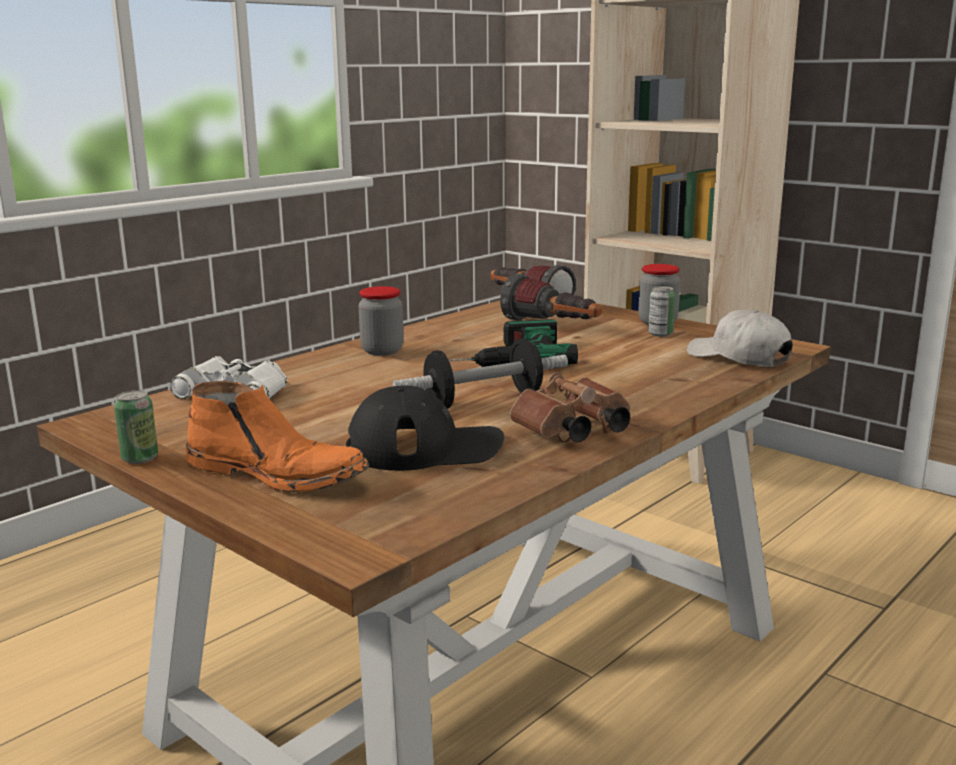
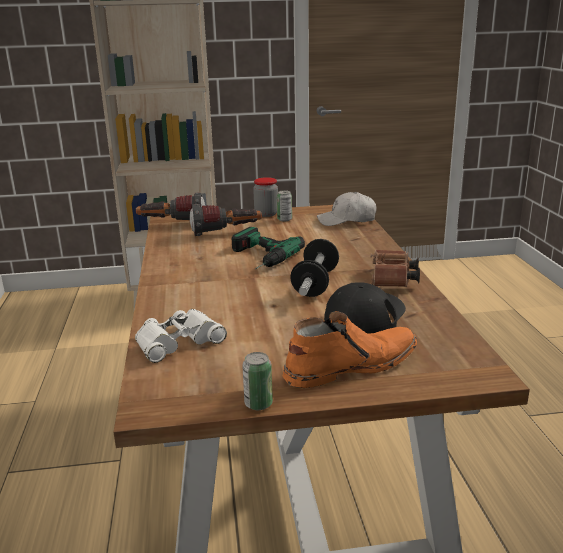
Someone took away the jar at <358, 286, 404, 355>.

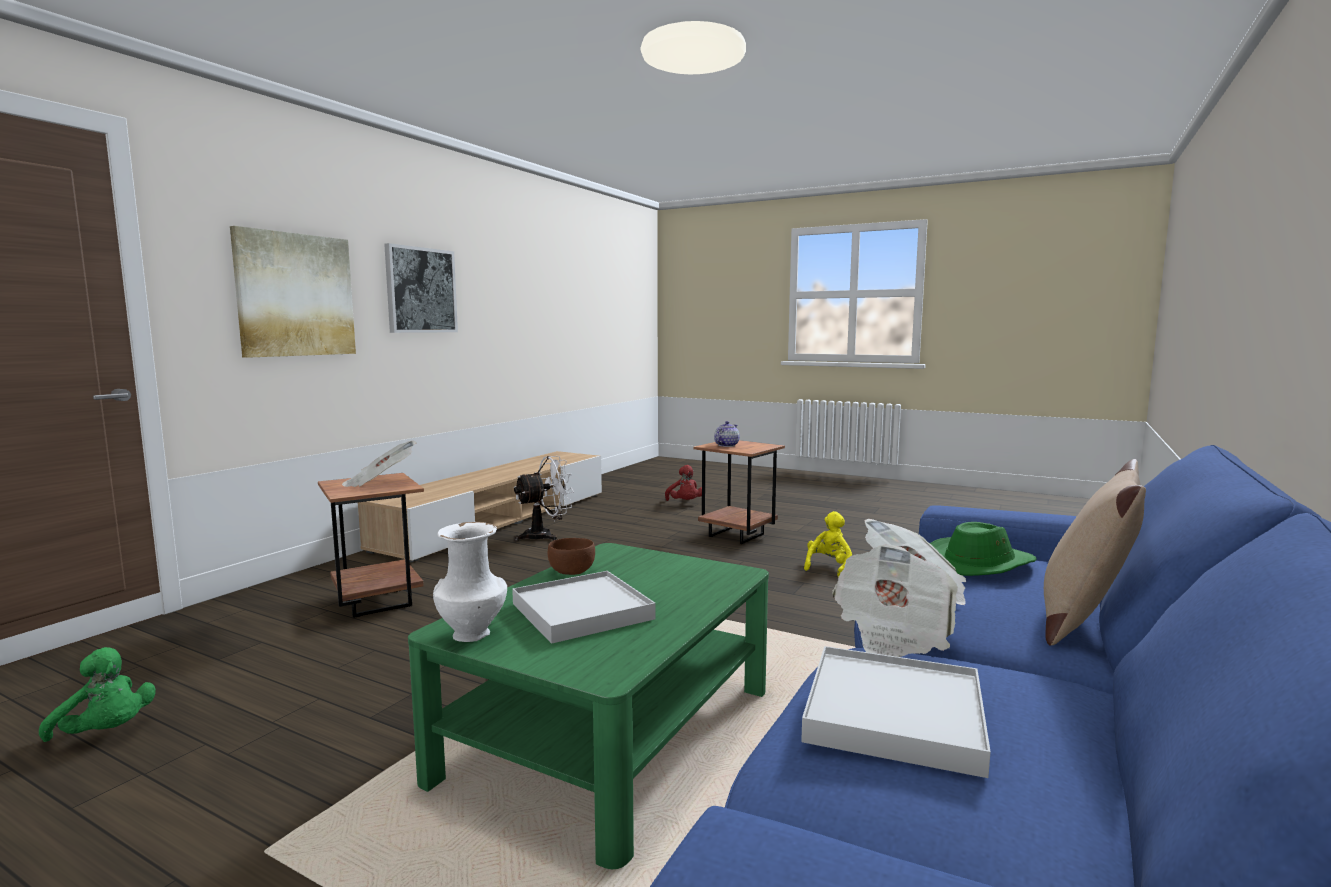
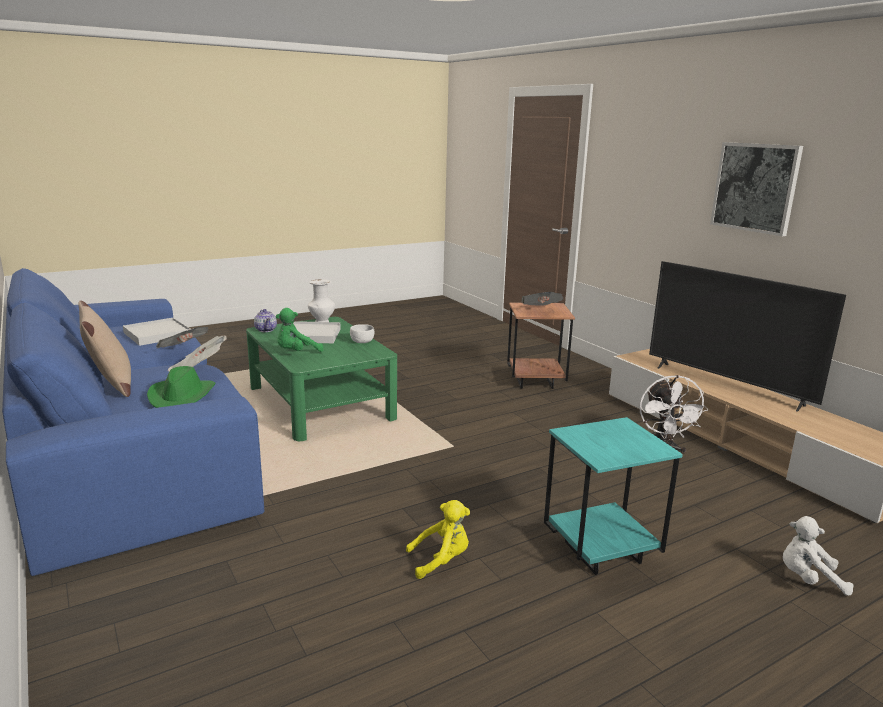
Someone carried the teapot from <714, 421, 740, 447> to <254, 309, 277, 332>.
Someone carried the plush toy (green) from <39, 647, 156, 742> to <276, 308, 324, 352>.
Someone repainted the bowl (brown) at <548, 538, 595, 575>, which became the bowl (white) at <350, 324, 375, 343>.
Someone rotated the plush toy (yellow) at <804, 511, 852, 577> by 75 degrees counterclockwise.
Someone repainted the side table (brown) at <693, 440, 785, 544>, which became the side table (turquoise) at <544, 417, 683, 575>.
Someone put down the television at <649, 261, 846, 412>.
Someone repainted the plush toy (red) at <665, 465, 702, 501>, which became the plush toy (white) at <783, 516, 854, 596>.
Someone took away the picture at <230, 226, 356, 358>.

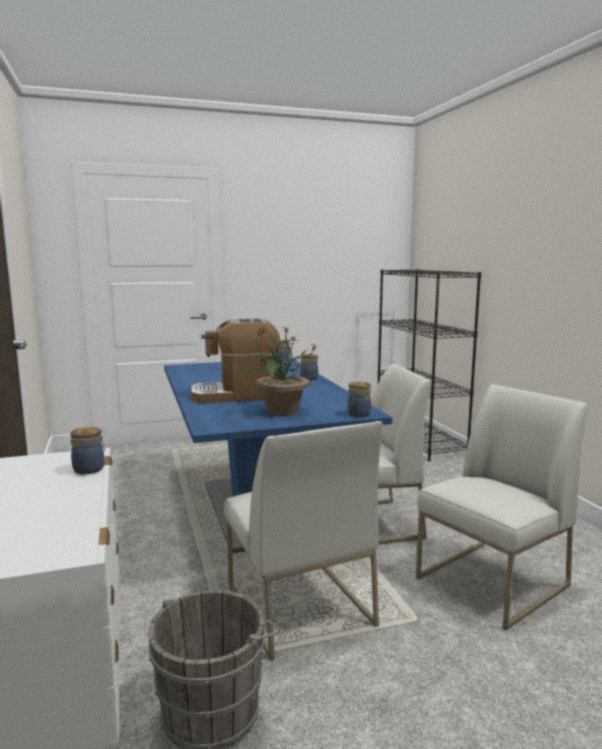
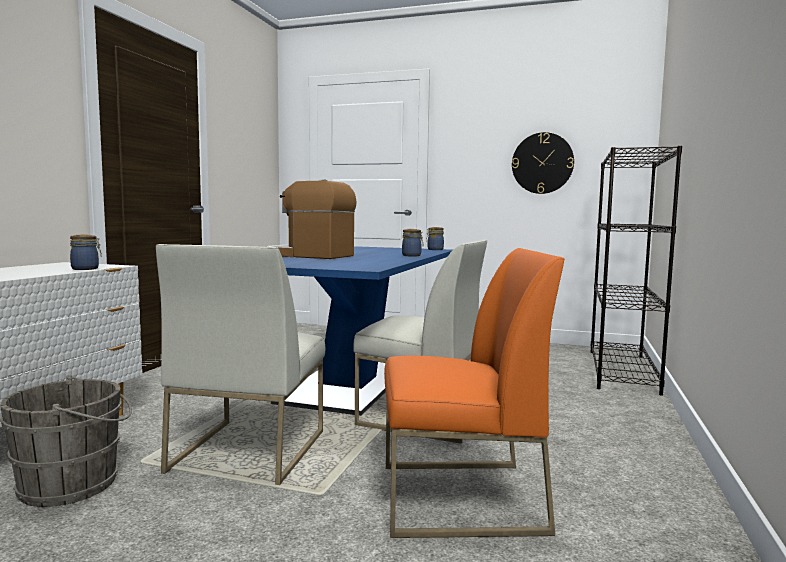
Someone repainted the chair (white) at <416, 384, 588, 630>, which became the chair (orange) at <384, 248, 565, 538>.
Someone put up the wall clock at <512, 132, 574, 194>.
Someone took away the potted plant at <243, 326, 318, 415>.
Someone took away the jar at <347, 382, 371, 417>.

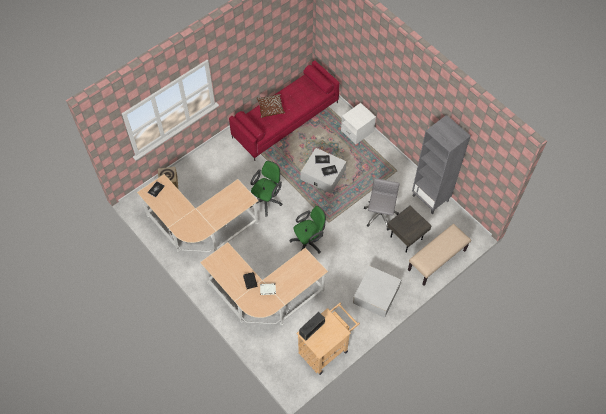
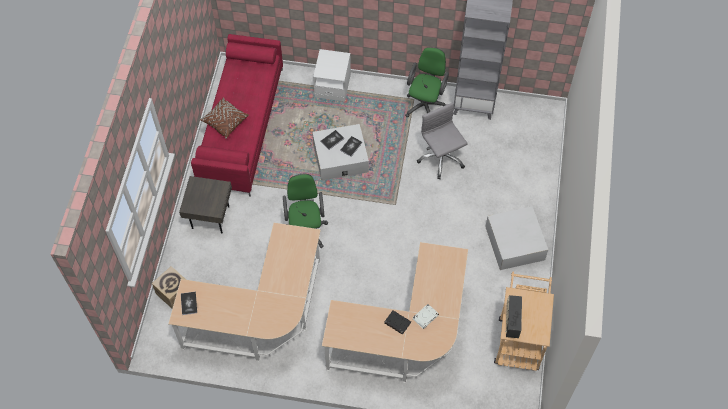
Someone carried the side table (grey) from <387, 206, 431, 253> to <179, 176, 232, 233>.
Someone carried the office chair (green) from <289, 206, 326, 254> to <405, 47, 449, 118>.
Someone took away the bench (beige) at <408, 224, 471, 286>.

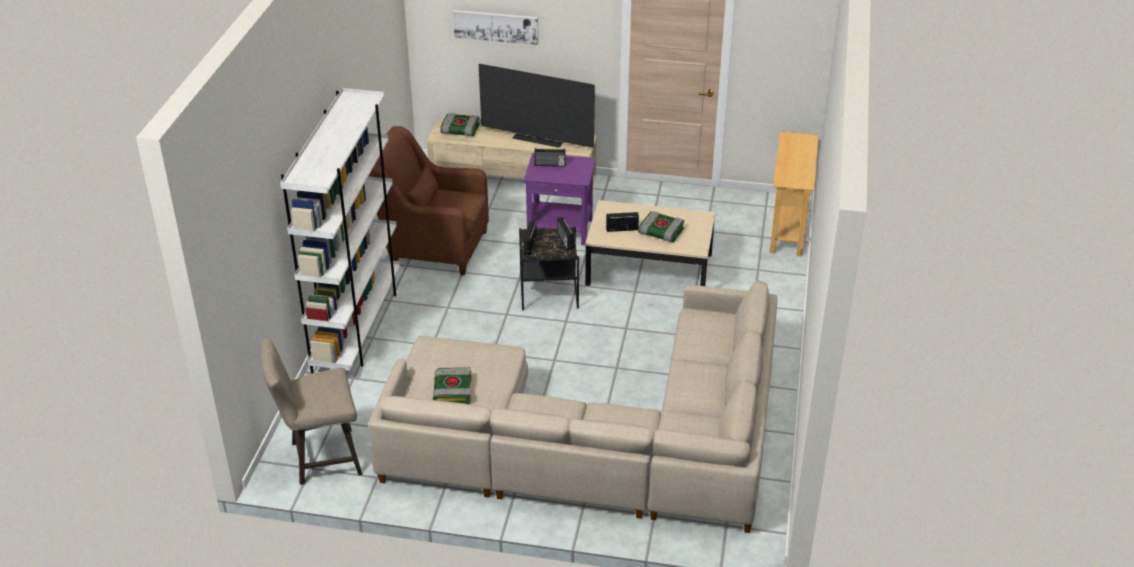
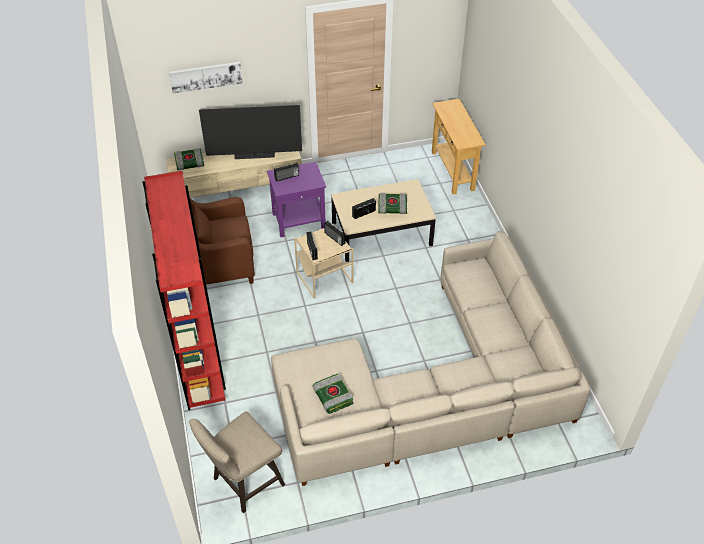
Someone repainted the bookcase (white) at <280, 88, 400, 373>, which became the bookcase (red) at <142, 171, 226, 410>.
Someone repainted the side table (black) at <519, 226, 579, 311>, which became the side table (beige) at <294, 224, 353, 299>.

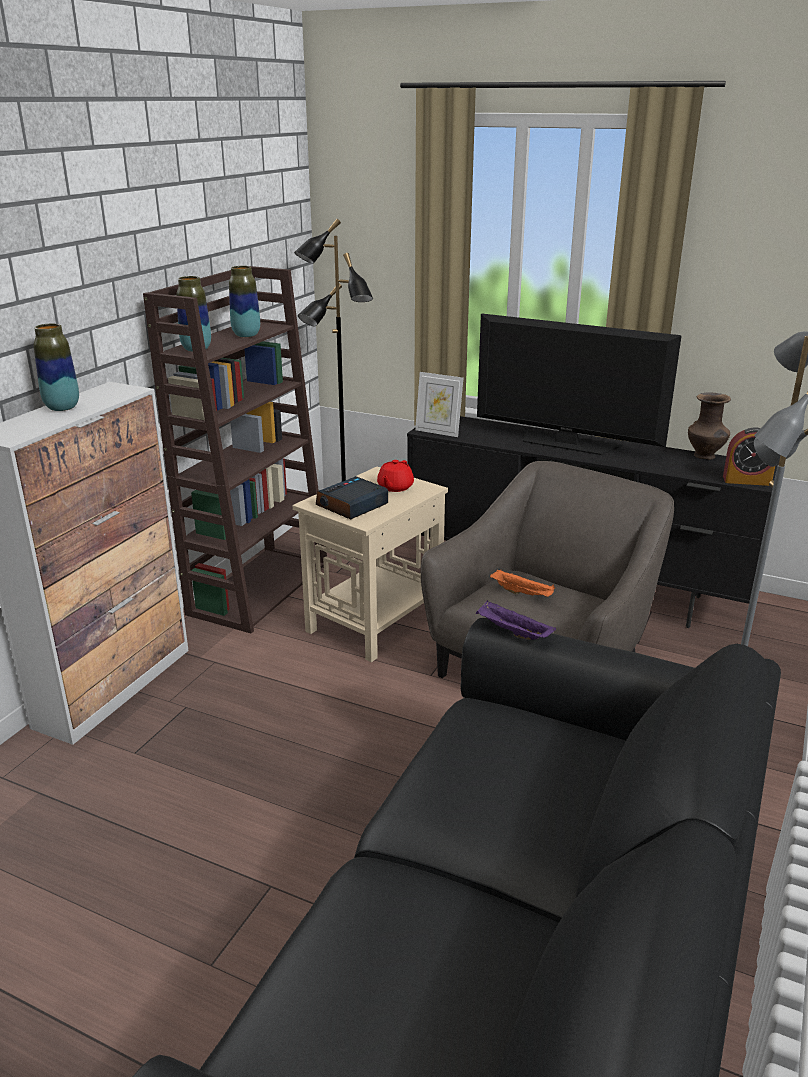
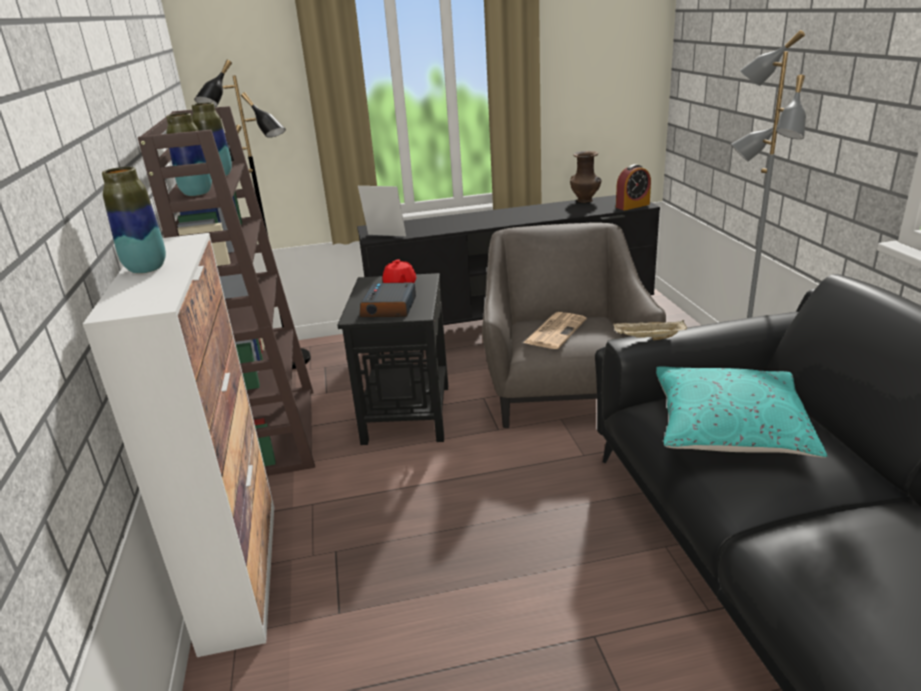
Someone repainted the side table (beige) at <293, 467, 448, 662>, which became the side table (black) at <337, 273, 448, 445>.
Someone rotated the picture frame at <415, 372, 463, 437> by 150 degrees counterclockwise.
Someone swapped the tray (orange) at <490, 570, 555, 597> for the newspaper at <523, 312, 587, 349>.
Someone repainted the tray (purple) at <476, 600, 556, 640>, which became the tray (beige) at <613, 320, 687, 340>.
Someone put down the pillow (turquoise) at <656, 367, 827, 458>.
Someone took away the television at <477, 314, 682, 455>.

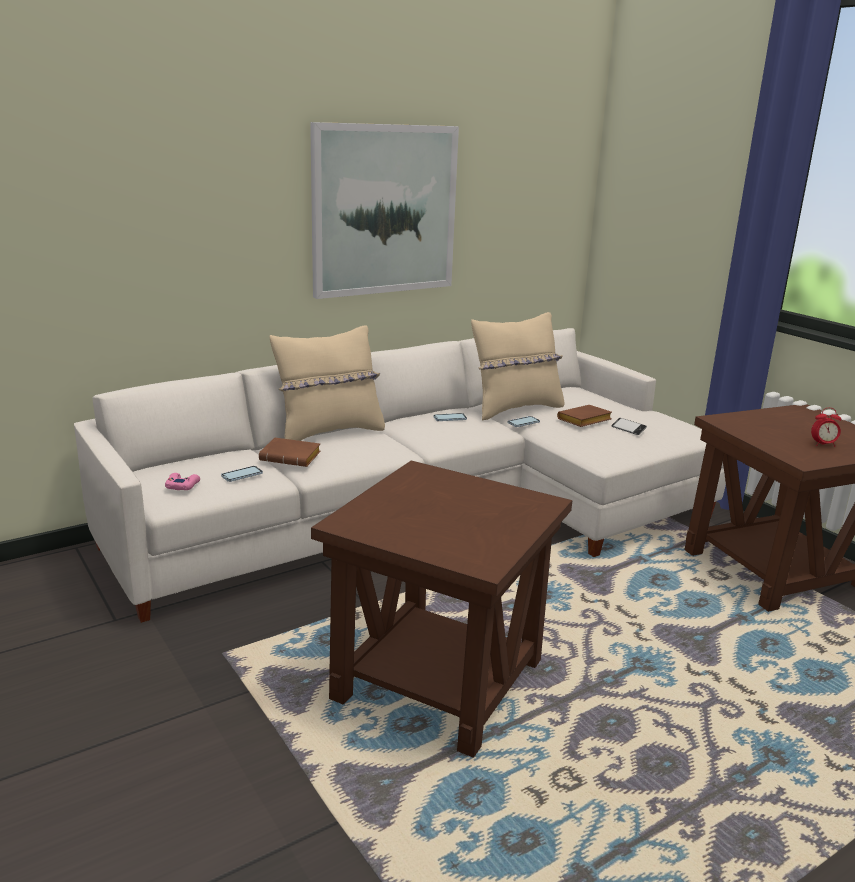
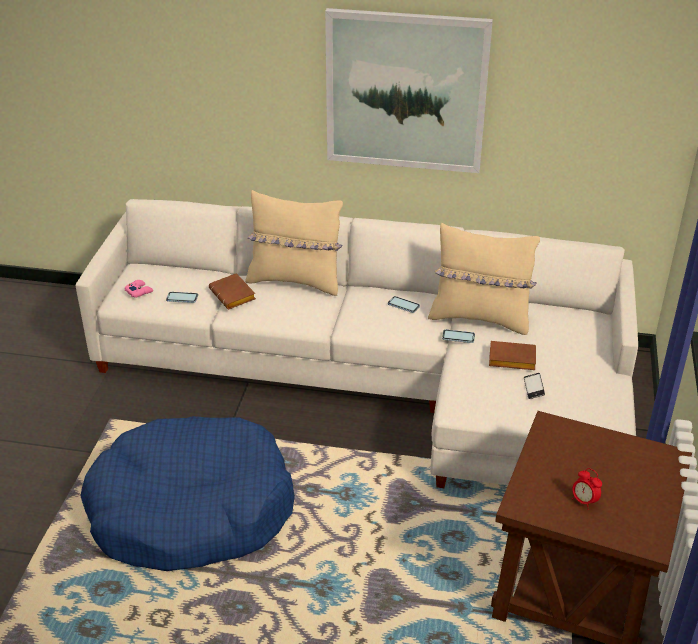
Someone swapped the side table (brown) at <311, 461, 572, 758> for the dog bed (blue) at <80, 416, 295, 571>.

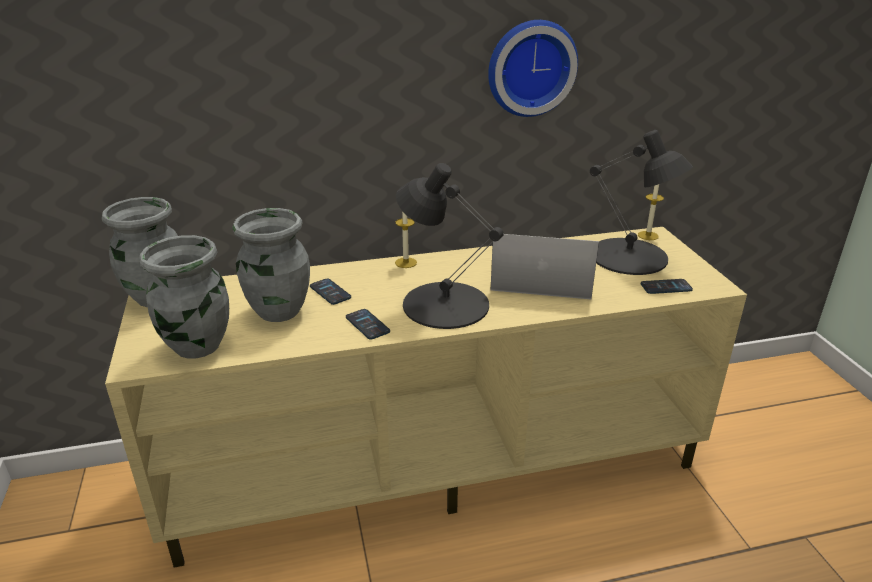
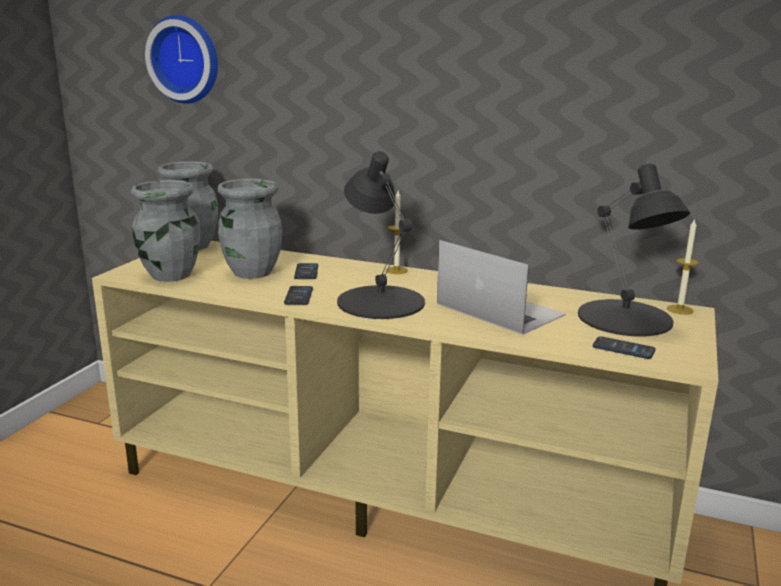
Someone carried the wall clock from <488, 20, 578, 117> to <145, 15, 218, 104>.

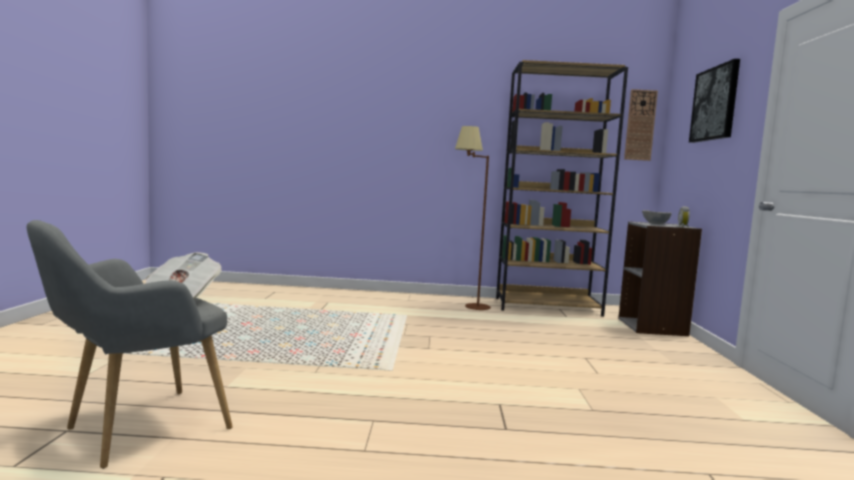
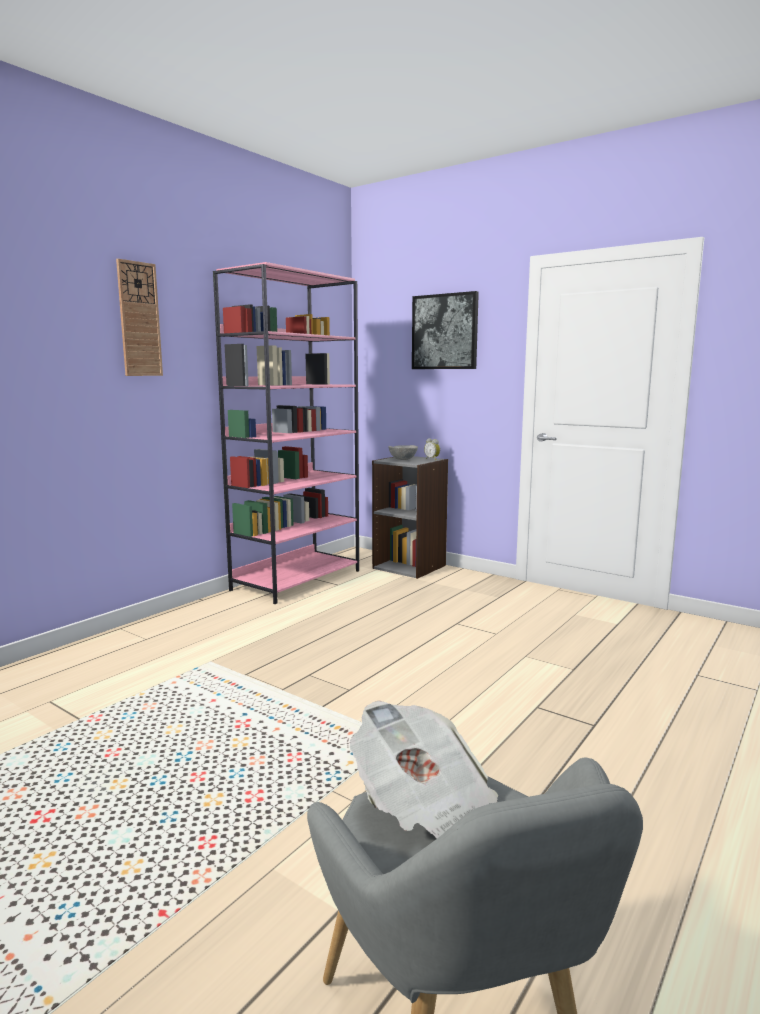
Someone carried the wall clock from <624, 89, 658, 161> to <116, 259, 163, 376>.
Someone repainted the bookcase (brown) at <496, 60, 628, 317>, which became the bookcase (pink) at <213, 262, 359, 604>.
Someone took away the floor lamp (brown) at <455, 126, 491, 310>.

